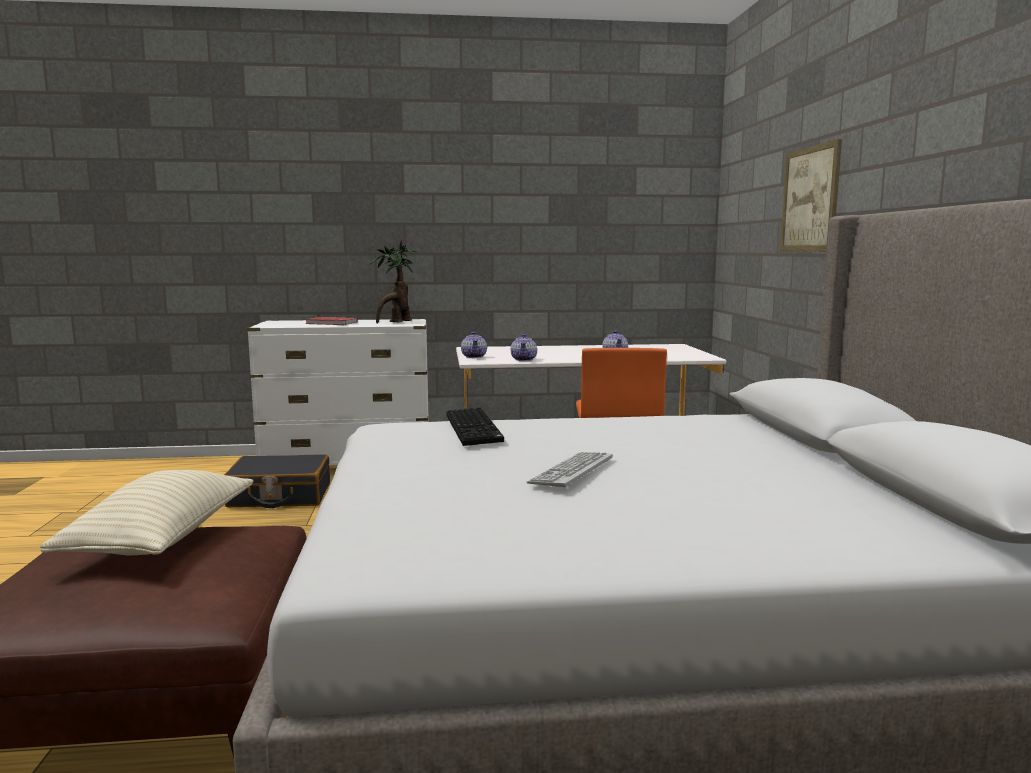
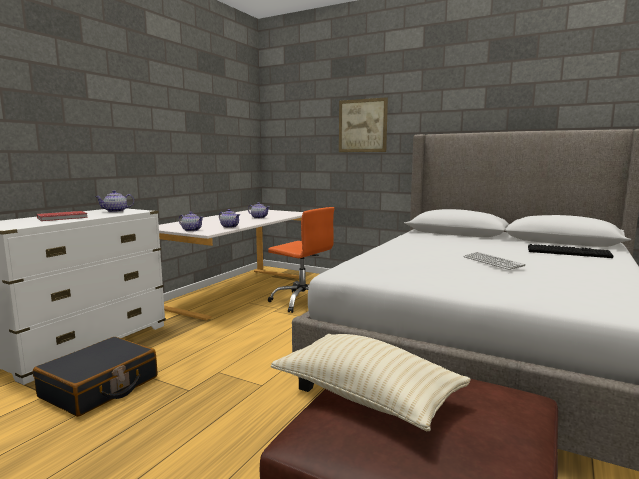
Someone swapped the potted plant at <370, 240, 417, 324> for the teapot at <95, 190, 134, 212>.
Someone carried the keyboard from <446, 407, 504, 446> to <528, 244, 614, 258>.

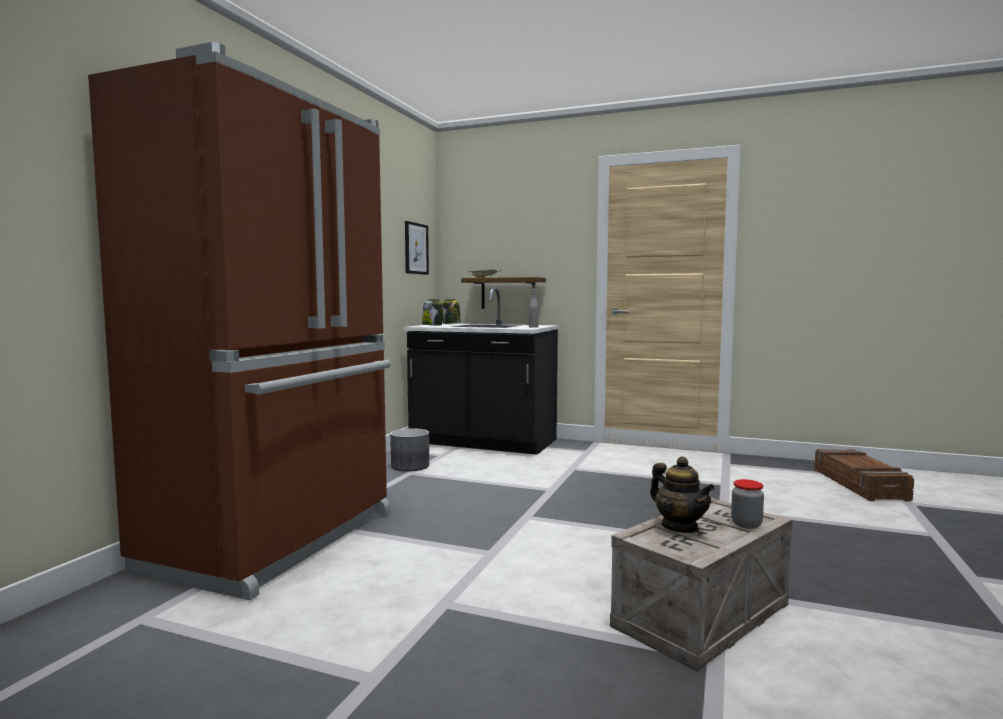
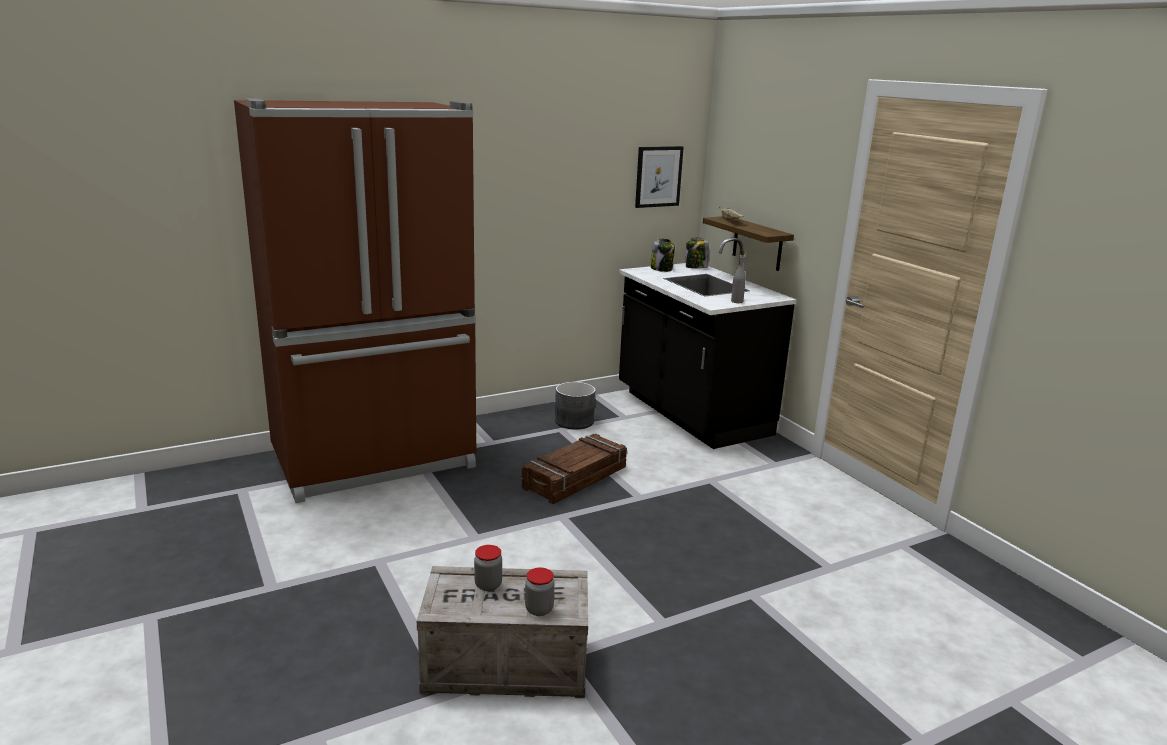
Someone swapped the teapot at <650, 456, 715, 533> for the jar at <474, 545, 502, 591>.
Someone carried the crate from <814, 449, 914, 502> to <522, 434, 627, 504>.

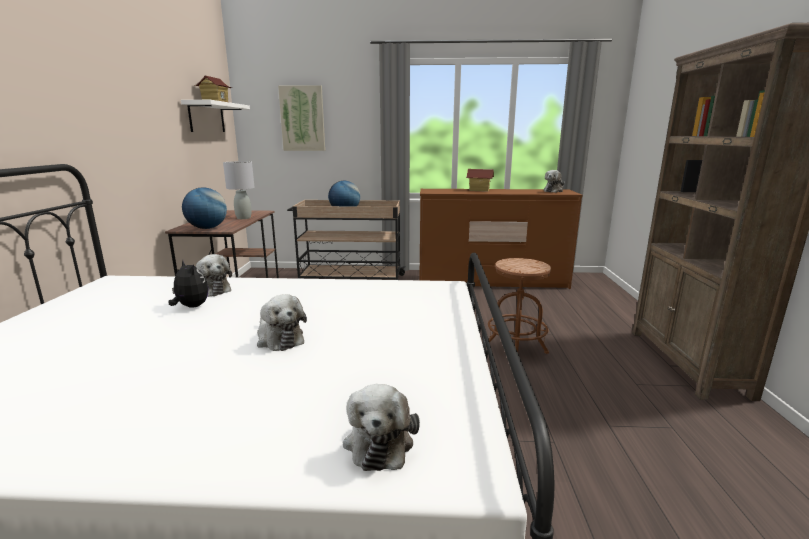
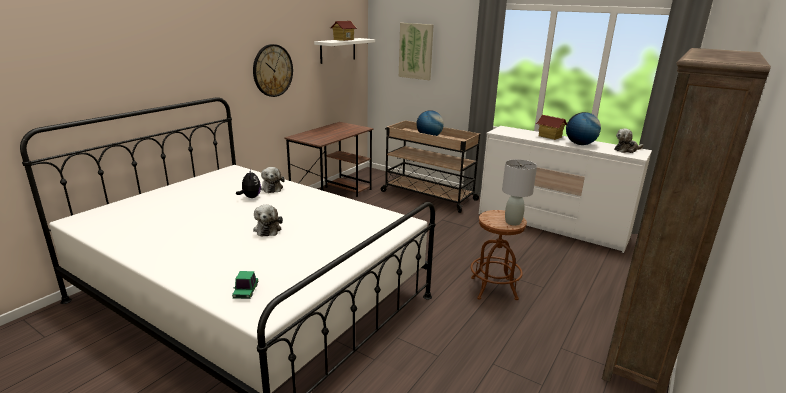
Someone swapped the plush toy at <343, 384, 420, 471> for the toy car at <232, 271, 259, 299>.
Someone put up the wall clock at <253, 44, 293, 97>.
Someone repainted the dresser (brown) at <419, 189, 583, 289>, which became the dresser (white) at <479, 126, 652, 253>.
Someone carried the table lamp (grey) from <223, 161, 255, 219> to <502, 159, 537, 226>.
Someone carried the globe from <182, 187, 227, 229> to <566, 112, 601, 145>.

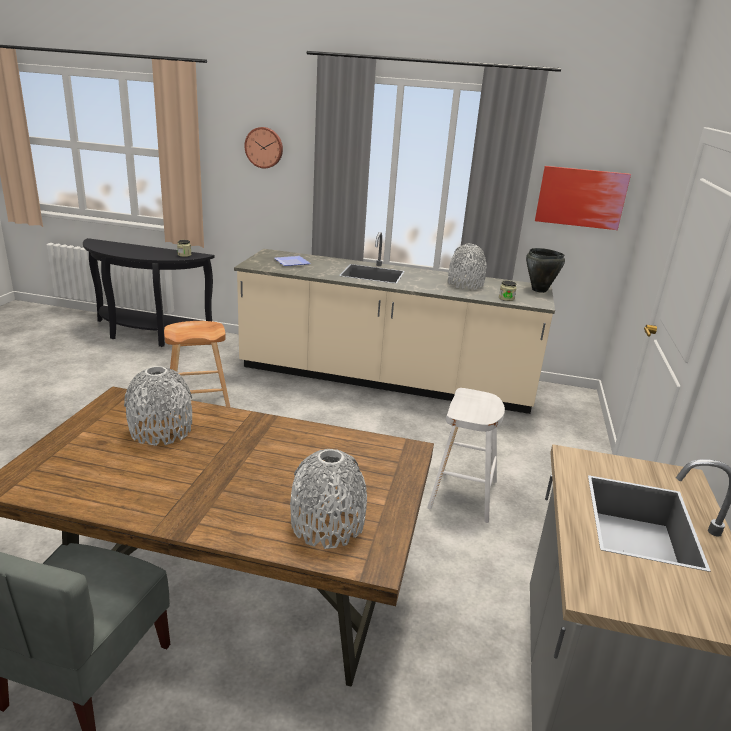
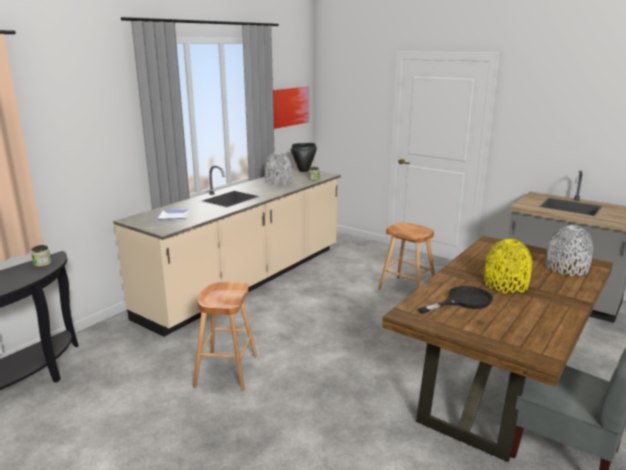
Someone repainted the stool (white) at <427, 388, 505, 523>, which became the stool (brown) at <378, 223, 435, 290>.
Someone swapped the vase (grey) at <124, 366, 192, 446> for the frying pan (black) at <418, 286, 493, 314>.
Someone put down the vase (yellow) at <484, 239, 533, 293>.
Someone took away the wall clock at <244, 127, 283, 168>.

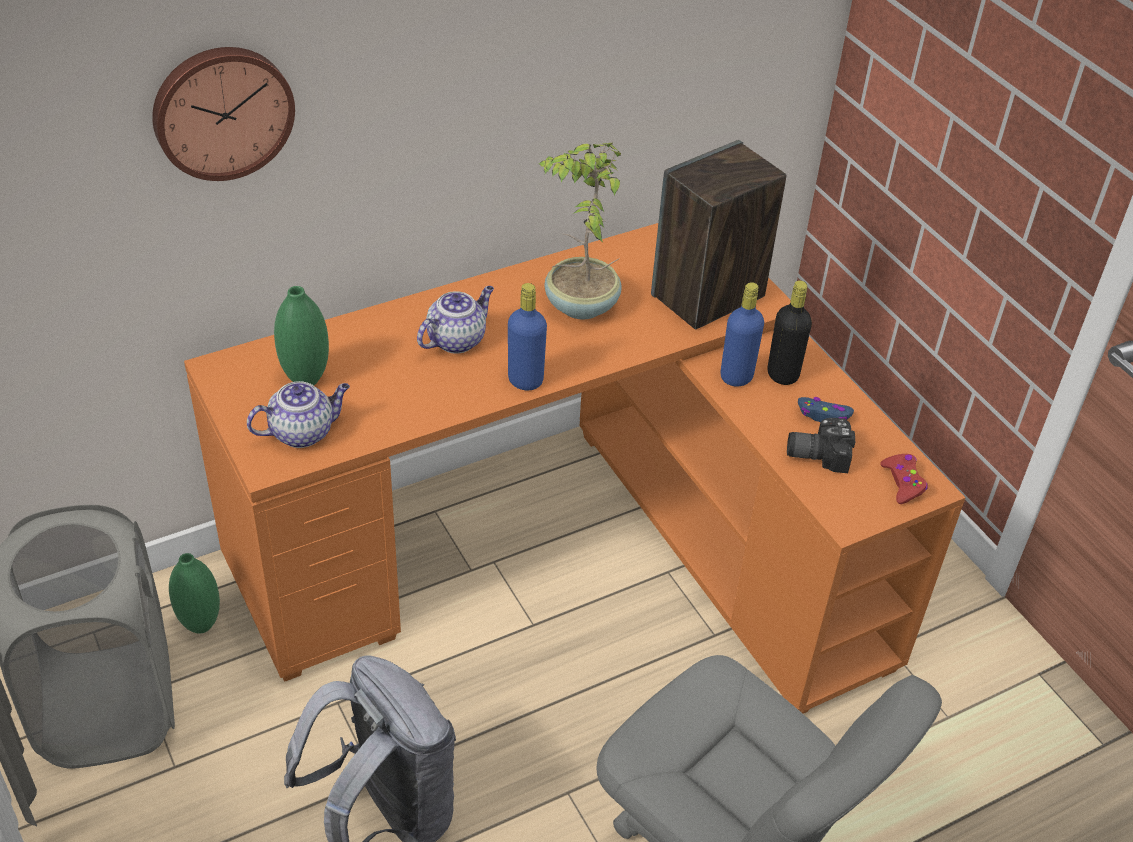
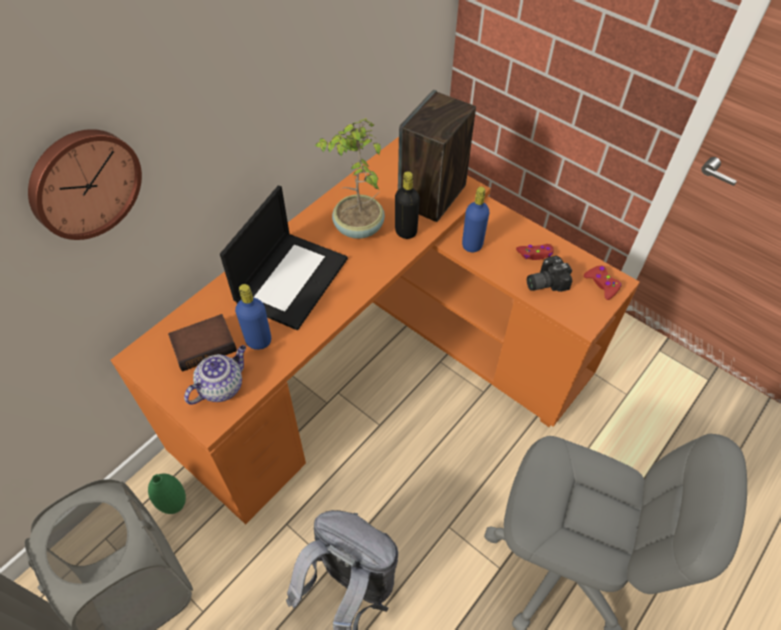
Someone swapped the vase (green) at <274, 286, 329, 385> for the book at <168, 314, 237, 371>.
Someone swapped the teapot at <417, 286, 494, 354> for the laptop at <220, 185, 348, 330>.
Someone carried the bottle (blue) from <508, 283, 547, 390> to <235, 284, 271, 350>.
Someone carried the bottle (black) from <768, 280, 812, 385> to <395, 171, 420, 239>.
Someone repainted the game controller (blue) at <798, 397, 854, 422>, which became the game controller (red) at <516, 244, 554, 260>.

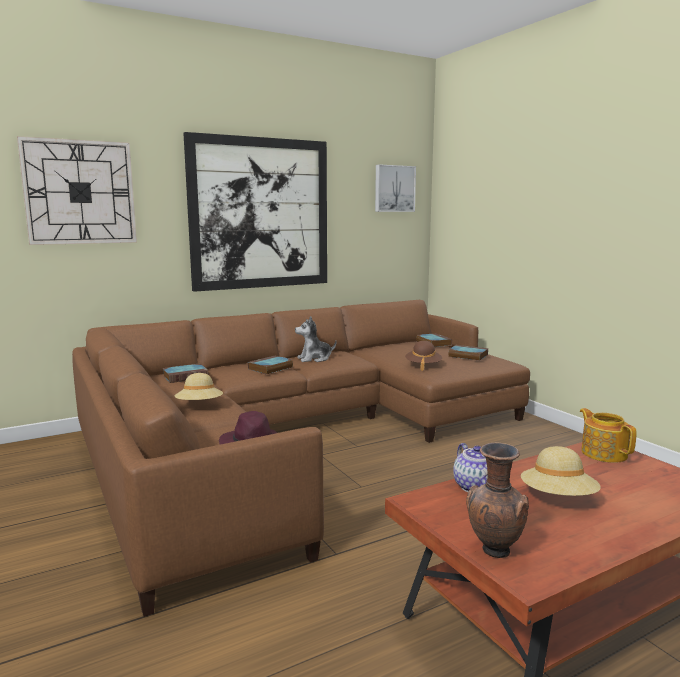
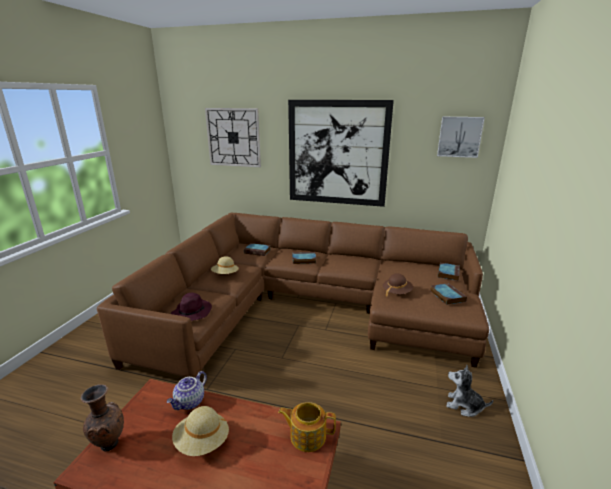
Someone rotated the teapot at <580, 408, 637, 463> by 105 degrees counterclockwise.
Someone carried the plush toy from <295, 316, 337, 362> to <446, 365, 494, 417>.

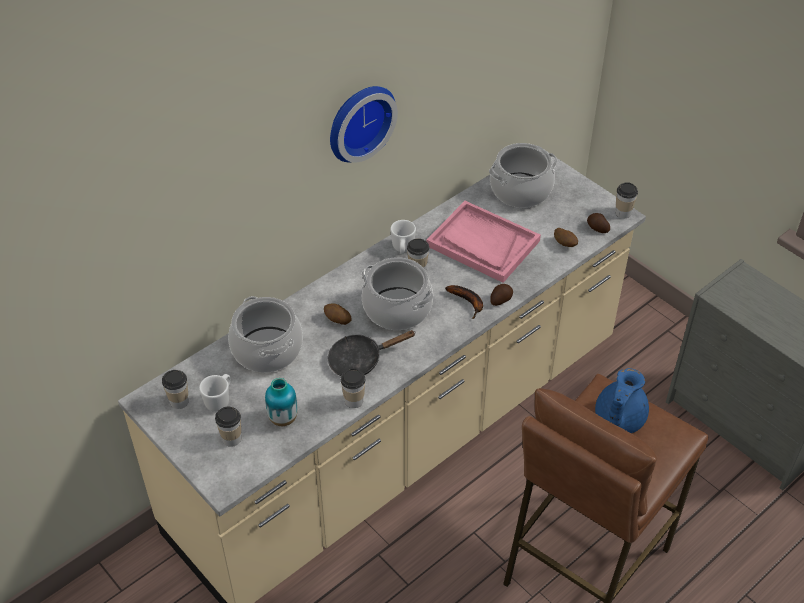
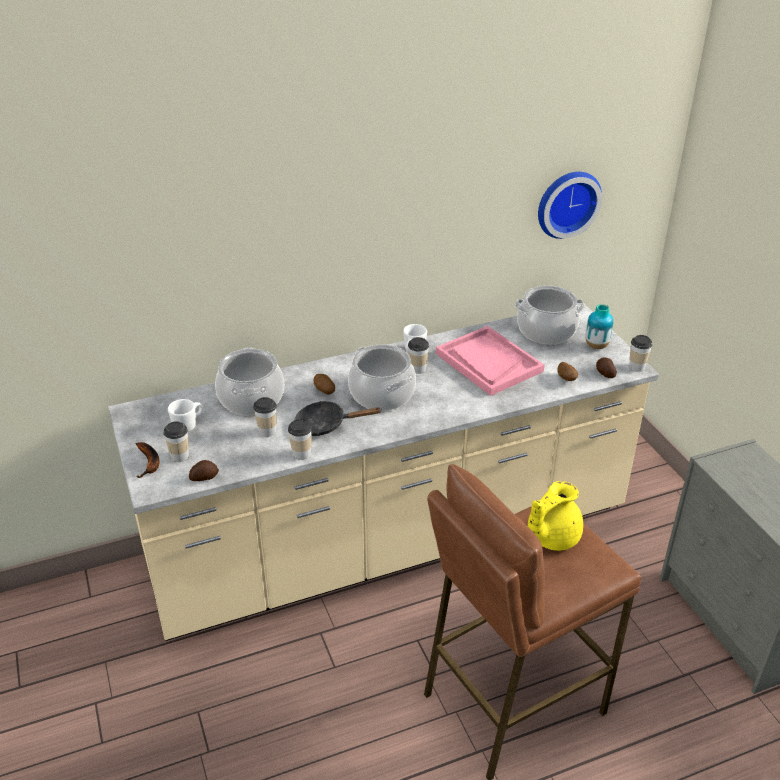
Someone carried the banana from <445, 285, 483, 319> to <136, 442, 160, 478>.
Someone carried the potato from <490, 284, 513, 306> to <189, 460, 219, 481>.
Someone carried the cup from <162, 370, 189, 409> to <253, 397, 277, 437>.
Someone repainted the teapot (blue) at <595, 368, 649, 433>, which became the teapot (yellow) at <528, 481, 583, 551>.
Someone carried the wall clock from <330, 86, 398, 163> to <538, 172, 602, 239>.
Someone carried the vase from <265, 378, 298, 426> to <586, 304, 613, 349>.

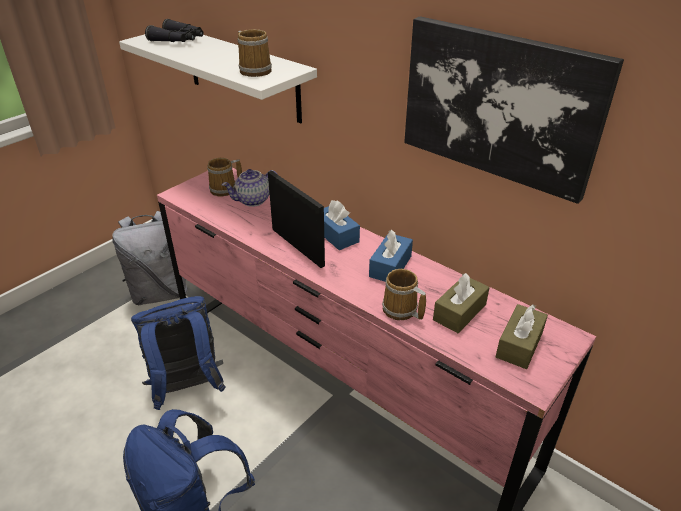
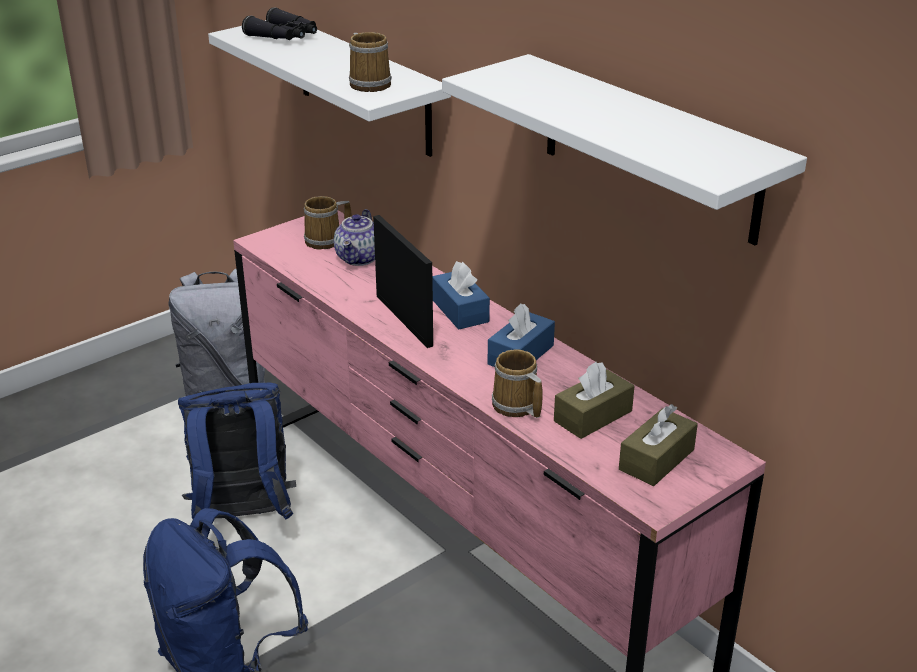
Someone rotated the teapot at <222, 169, 278, 207> by 60 degrees counterclockwise.
Someone swapped the picture at <404, 16, 624, 204> for the shelf (white) at <442, 54, 807, 245>.

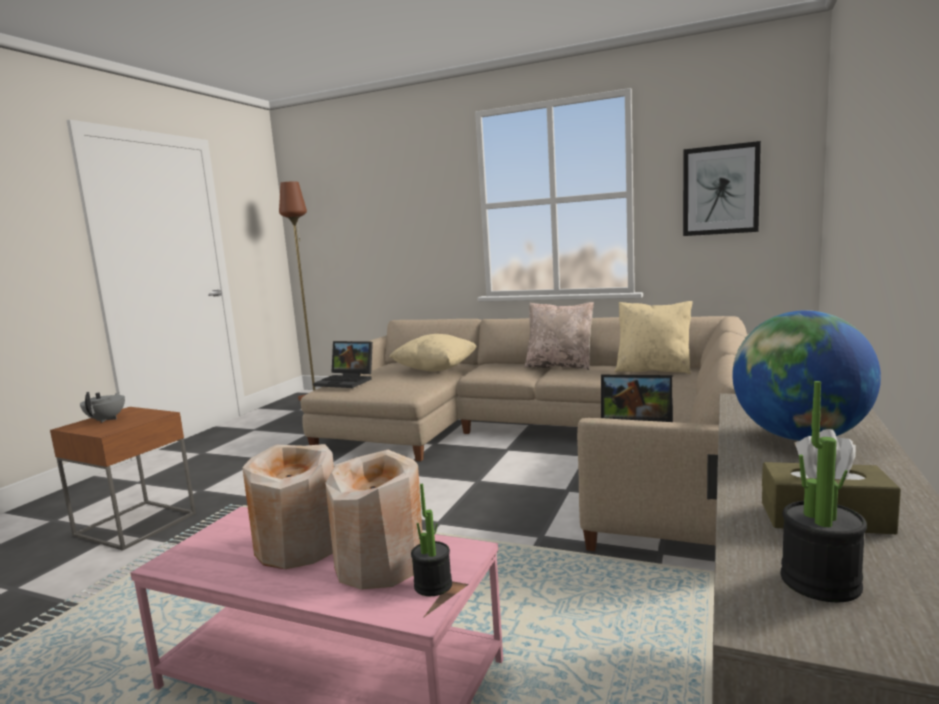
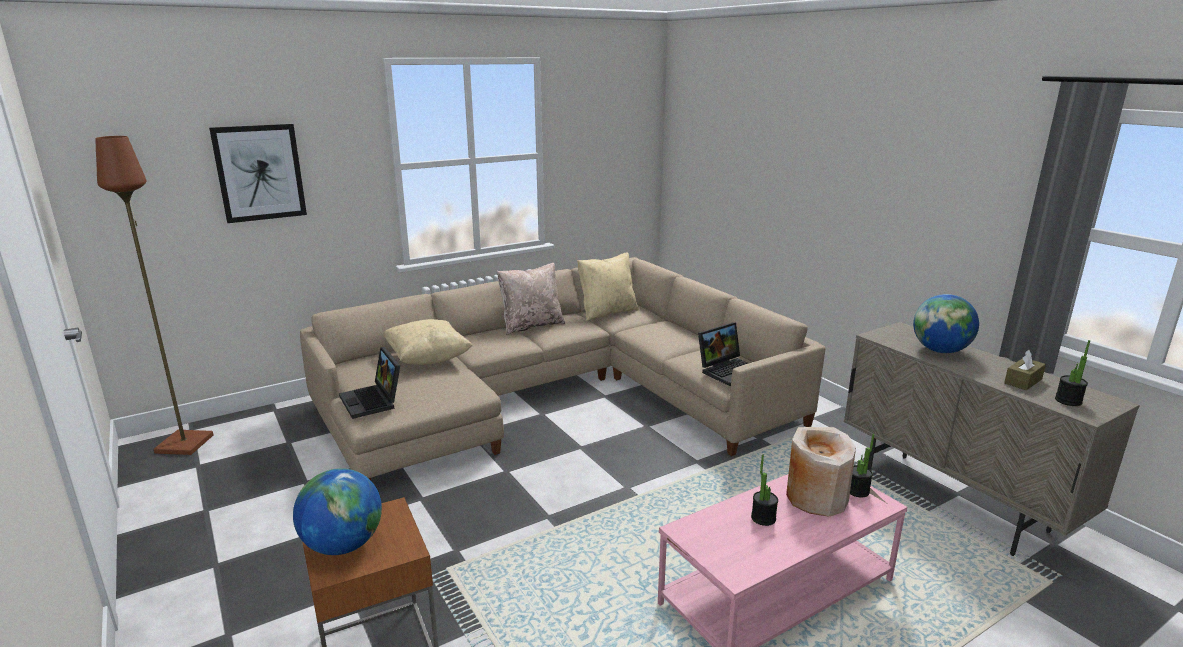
Someone carried the picture from <683, 141, 761, 236> to <209, 124, 307, 223>.
Someone swapped the teapot (grey) at <80, 392, 125, 423> for the globe at <293, 468, 382, 555>.
Someone rotated the laptop at <313, 341, 373, 388> by 90 degrees clockwise.
Someone swapped the vase (beige) at <242, 444, 334, 569> for the potted plant at <751, 455, 778, 526>.

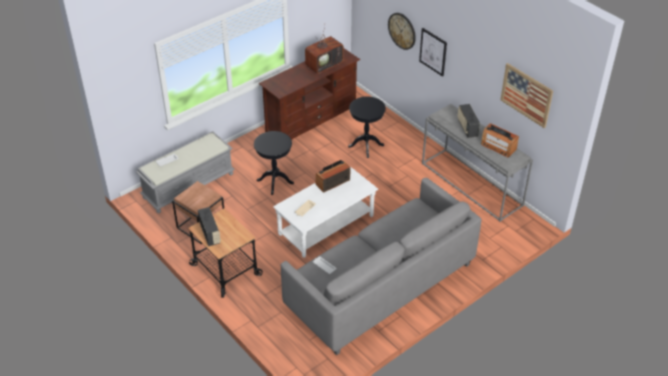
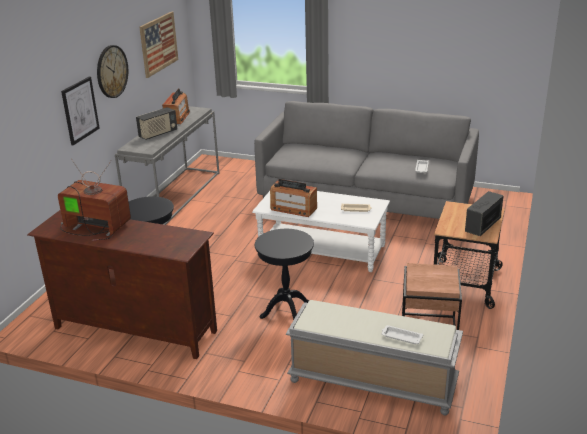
Someone carried the wall clock from <388, 13, 416, 50> to <97, 45, 128, 98>.

